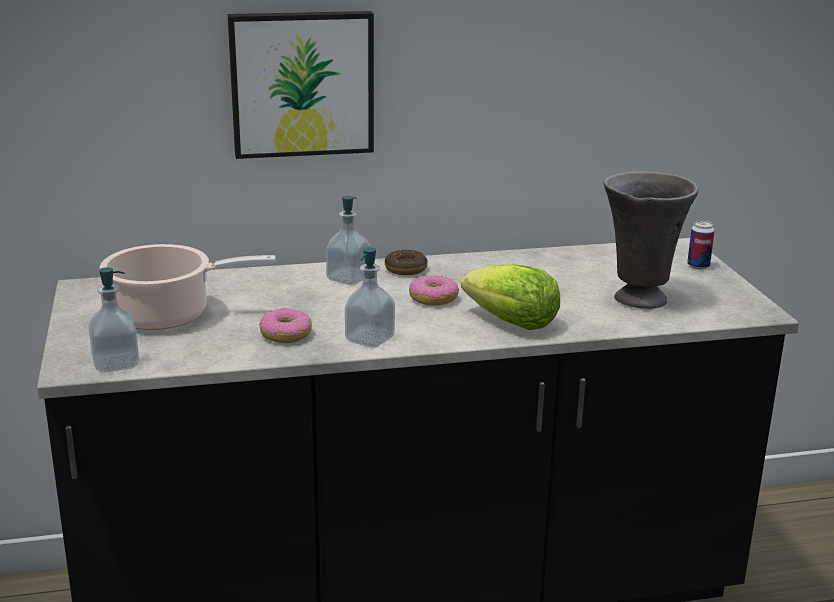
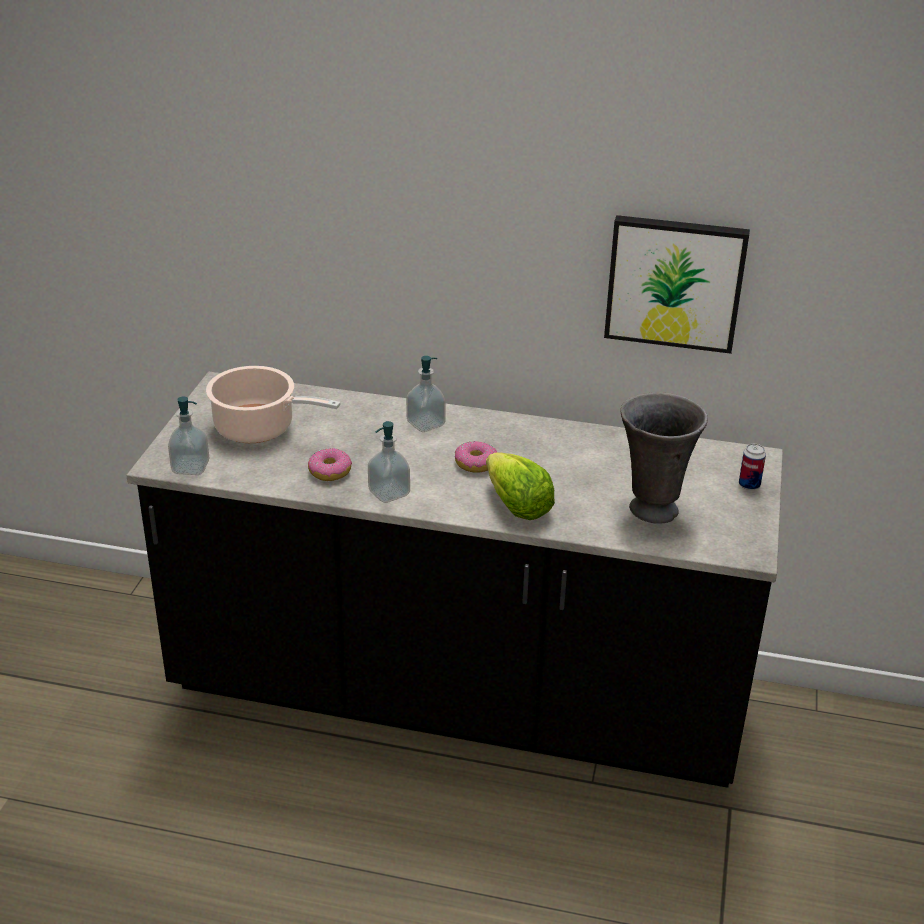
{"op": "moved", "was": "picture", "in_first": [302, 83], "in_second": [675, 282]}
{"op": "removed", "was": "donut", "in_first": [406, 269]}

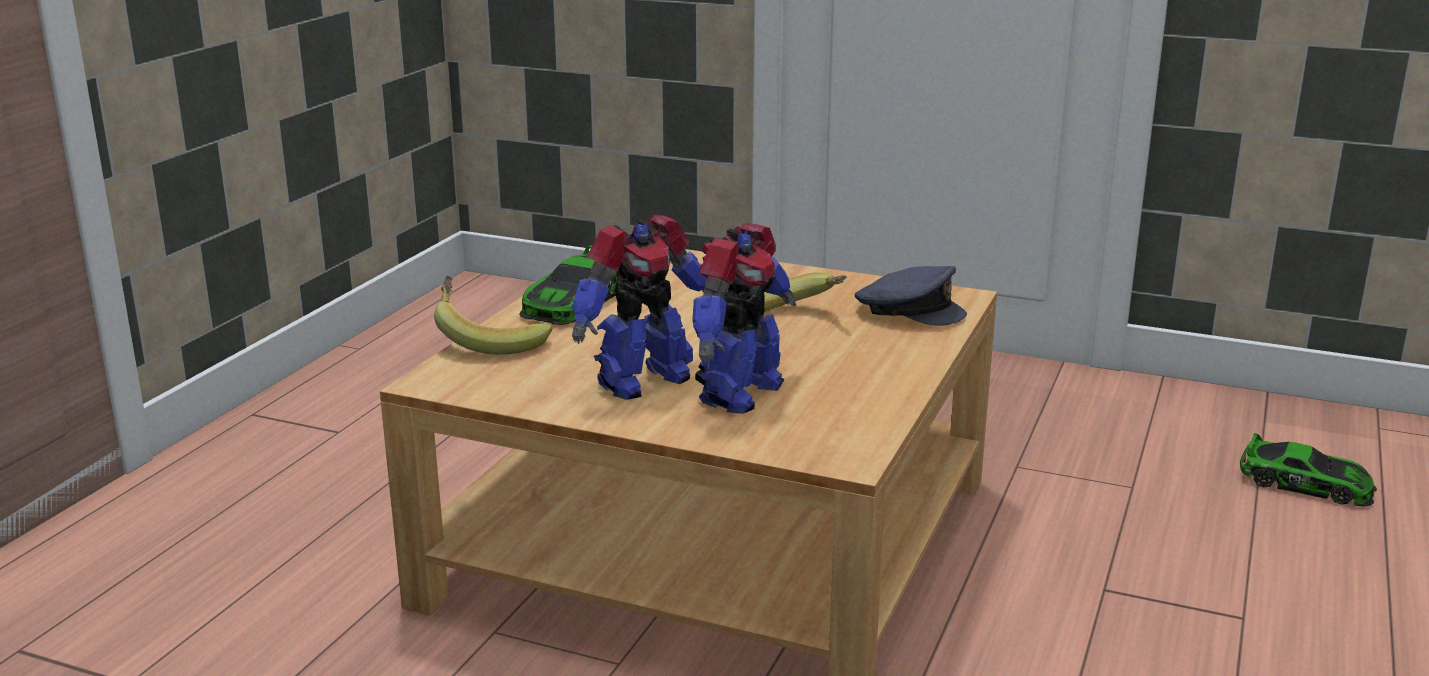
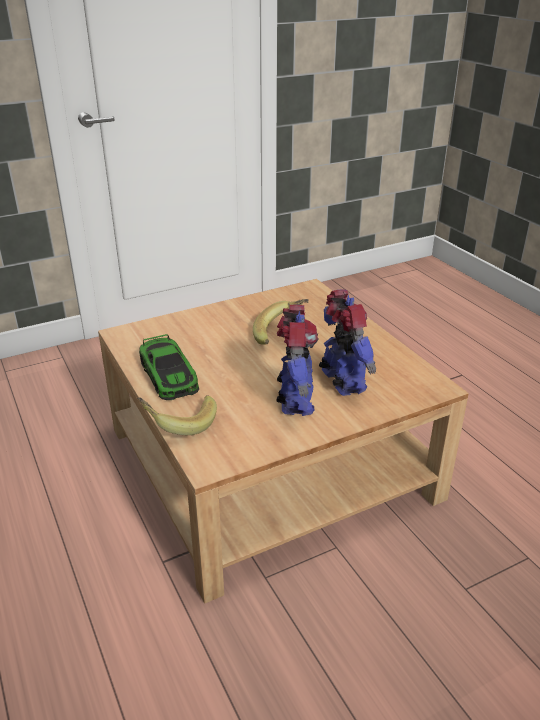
{"op": "removed", "was": "gray baseball cap", "in_first": [909, 310]}
{"op": "removed", "was": "miniature car", "in_first": [1306, 484]}

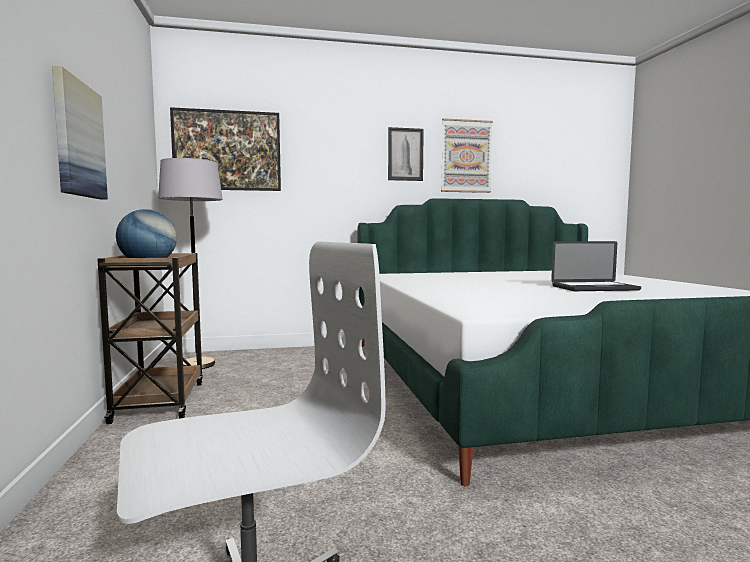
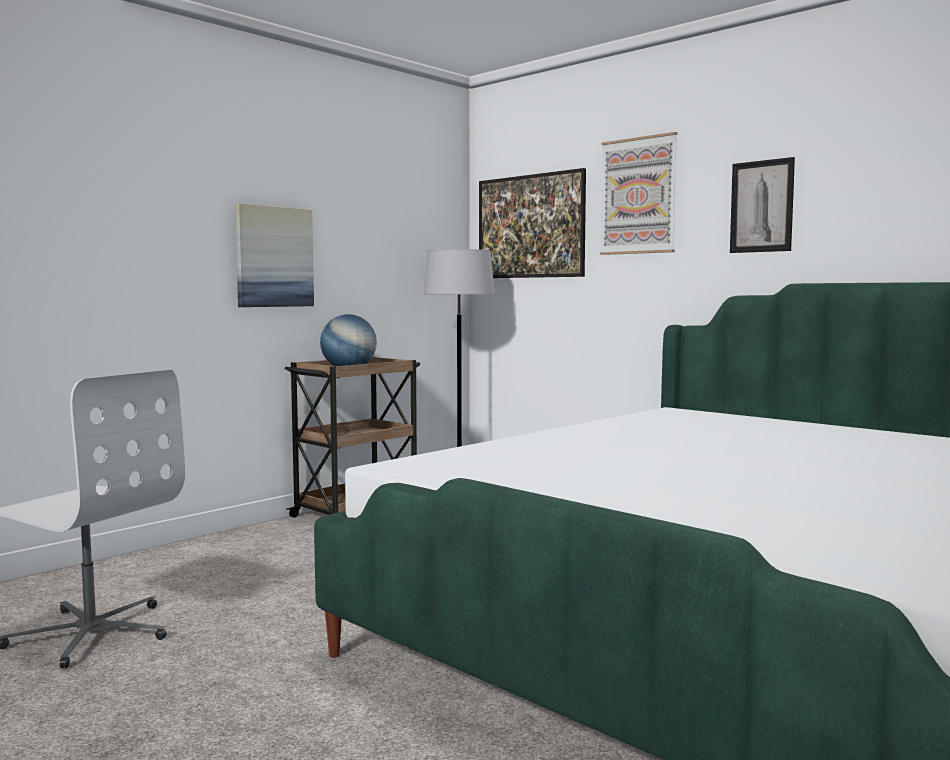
{"op": "moved", "was": "picture", "in_first": [466, 156], "in_second": [638, 196]}
{"op": "removed", "was": "laptop", "in_first": [594, 288]}

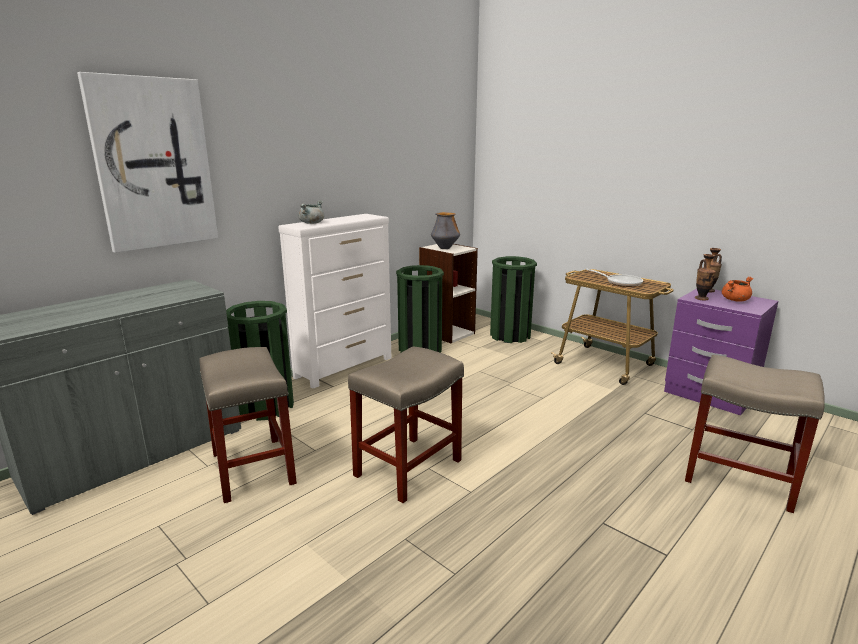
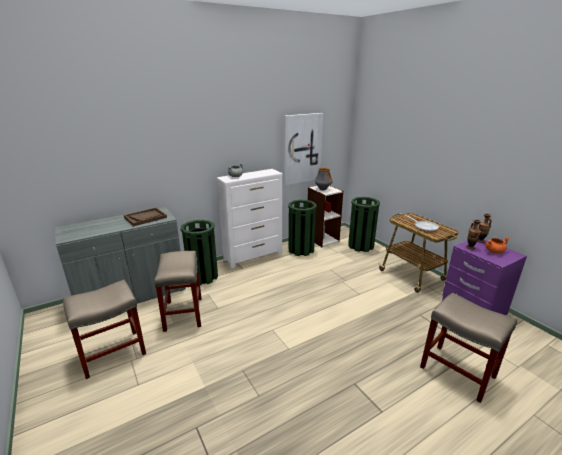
{"op": "moved", "was": "beige-coloured stool", "in_first": [409, 467], "in_second": [113, 352]}
{"op": "added", "now": "brown carrying tray", "in_second": [145, 217]}
{"op": "moved", "was": "picture", "in_first": [153, 164], "in_second": [302, 148]}

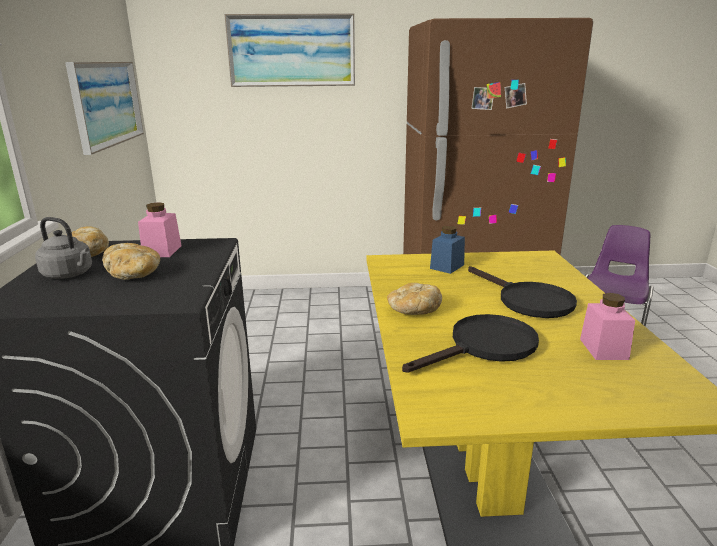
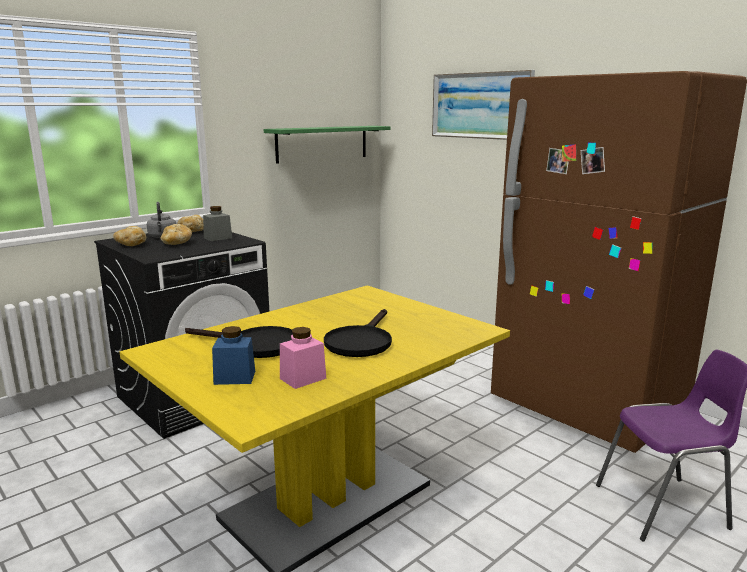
{"op": "moved", "was": "bakery bread", "in_first": [413, 311], "in_second": [131, 245]}
{"op": "recoloured", "was": "pinkish jar", "now": "gray jar", "in_first": [162, 251], "in_second": [218, 238]}
{"op": "moved", "was": "blue jar", "in_first": [447, 266], "in_second": [234, 377]}
{"op": "replaced", "was": "picture", "now": "green-coloured bracket shelf", "in_first": [107, 103], "in_second": [322, 143]}

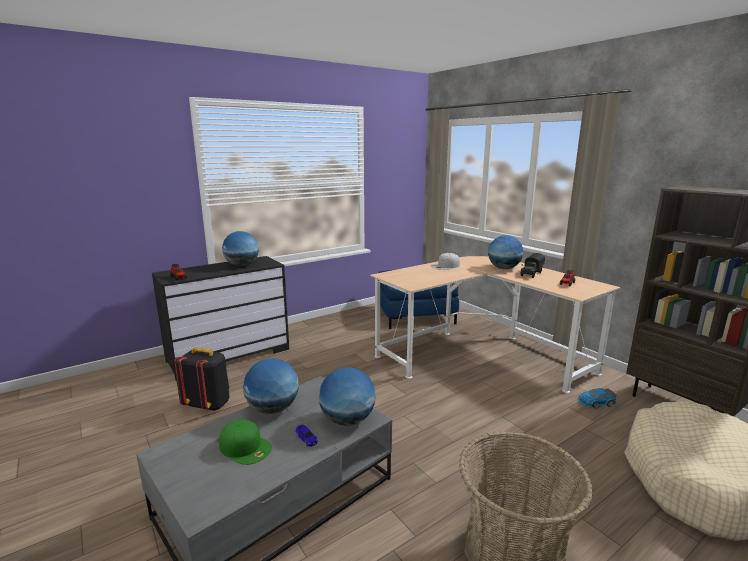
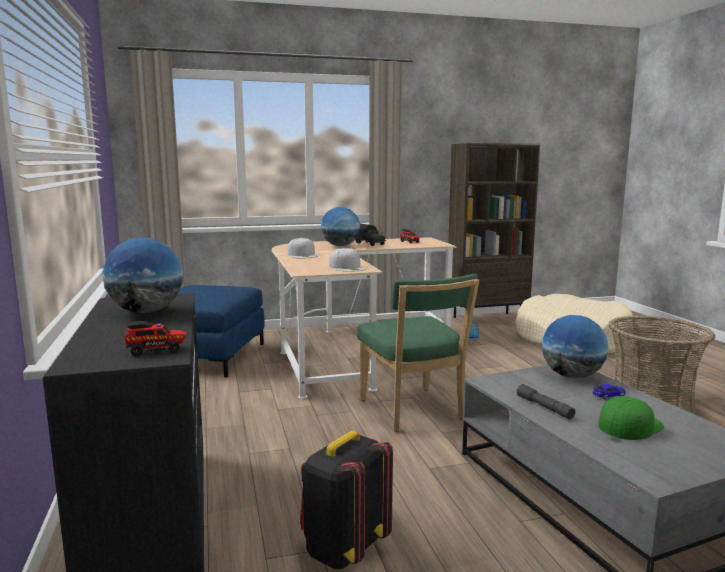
{"op": "added", "now": "white-coloured baseball cap", "in_second": [347, 267]}
{"op": "added", "now": "green-coloured upright chair", "in_second": [413, 411]}
{"op": "replaced", "was": "world globe", "now": "gray flashlight", "in_first": [273, 409], "in_second": [544, 407]}

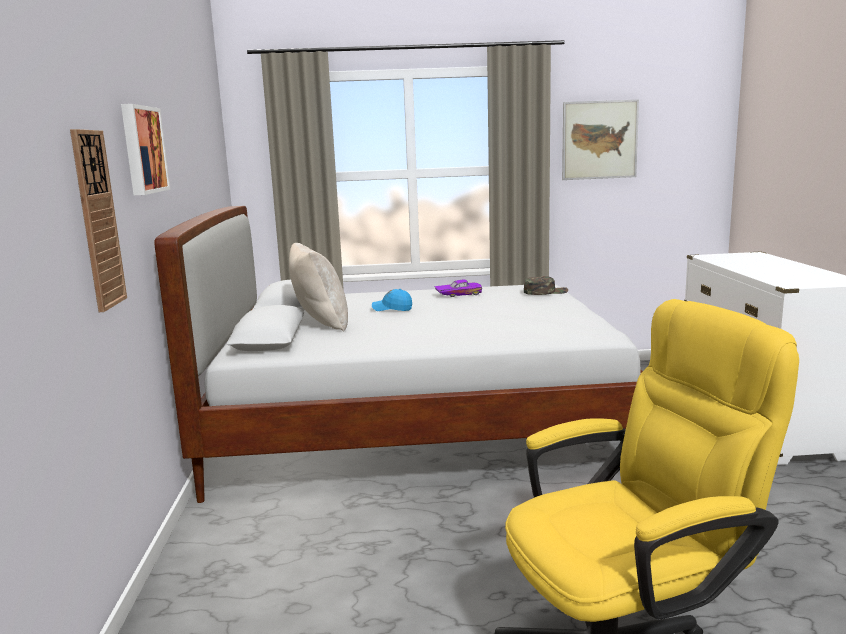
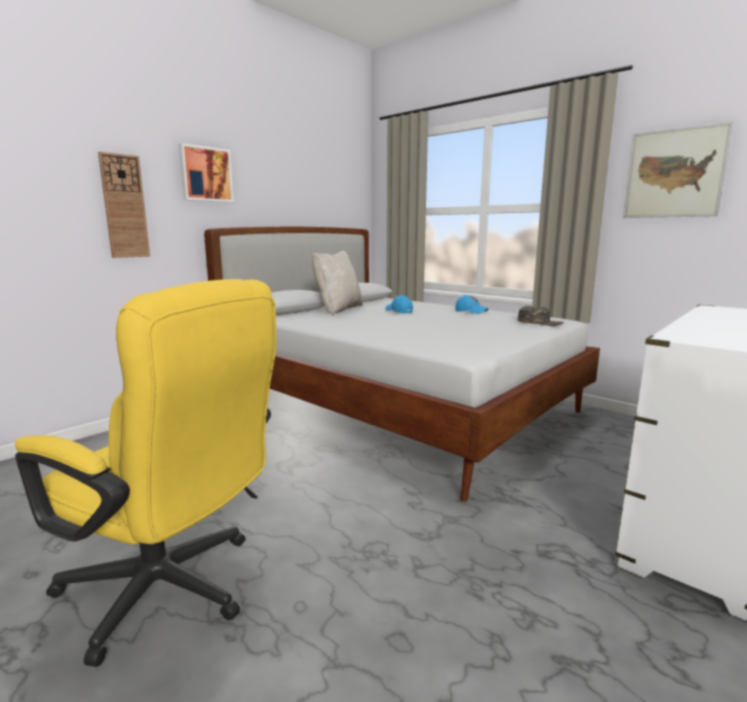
{"op": "replaced", "was": "purple miniature car", "now": "blue baseball cap", "in_first": [458, 294], "in_second": [471, 312]}

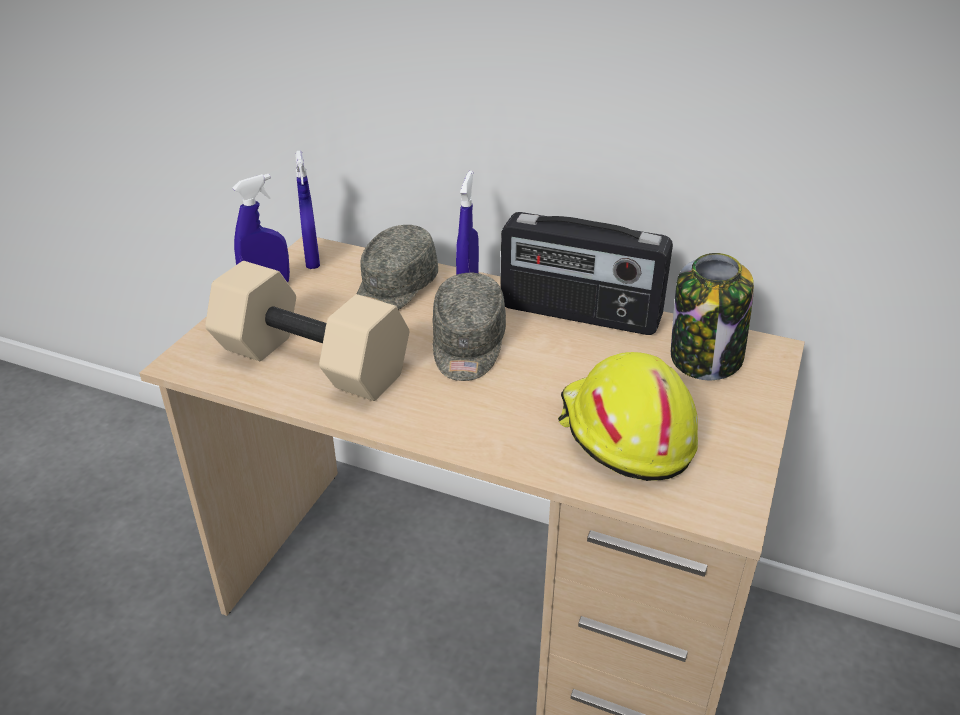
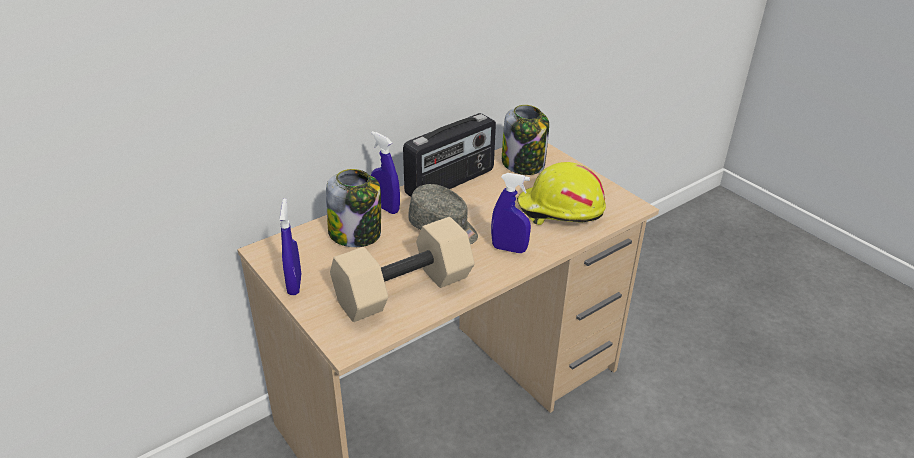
{"op": "replaced", "was": "gray baseball cap", "now": "jar", "in_first": [394, 289], "in_second": [356, 234]}
{"op": "moved", "was": "blue sprayer", "in_first": [312, 260], "in_second": [509, 249]}

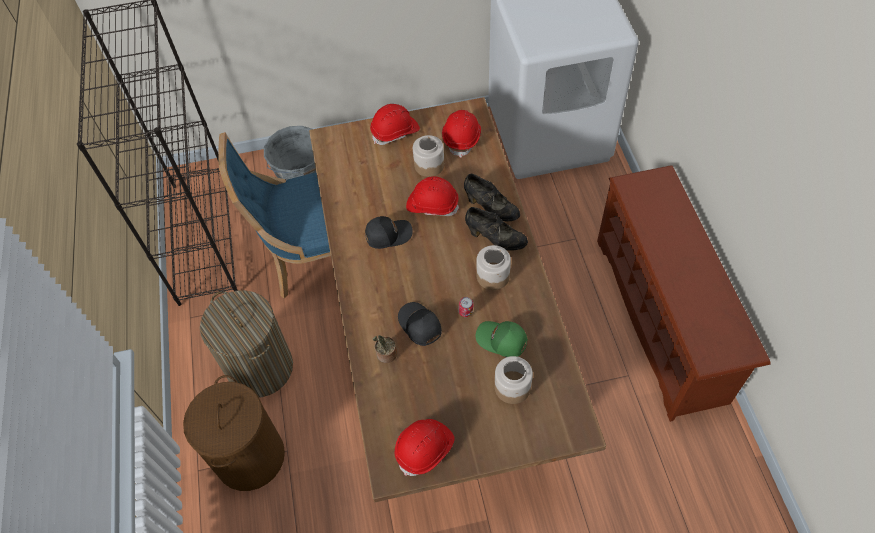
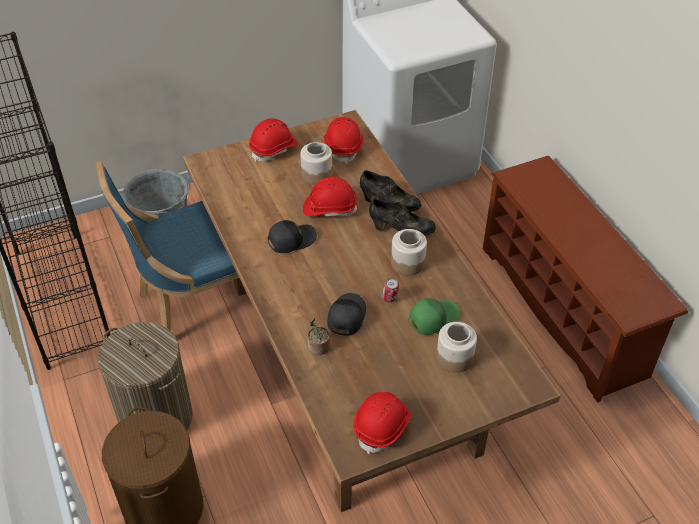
{"op": "turned", "was": "black baseball cap", "in_first": [419, 326], "in_second": [345, 317], "clockwise": 60}
{"op": "turned", "was": "green-coloured baseball cap", "in_first": [501, 341], "in_second": [432, 318], "clockwise": 135}

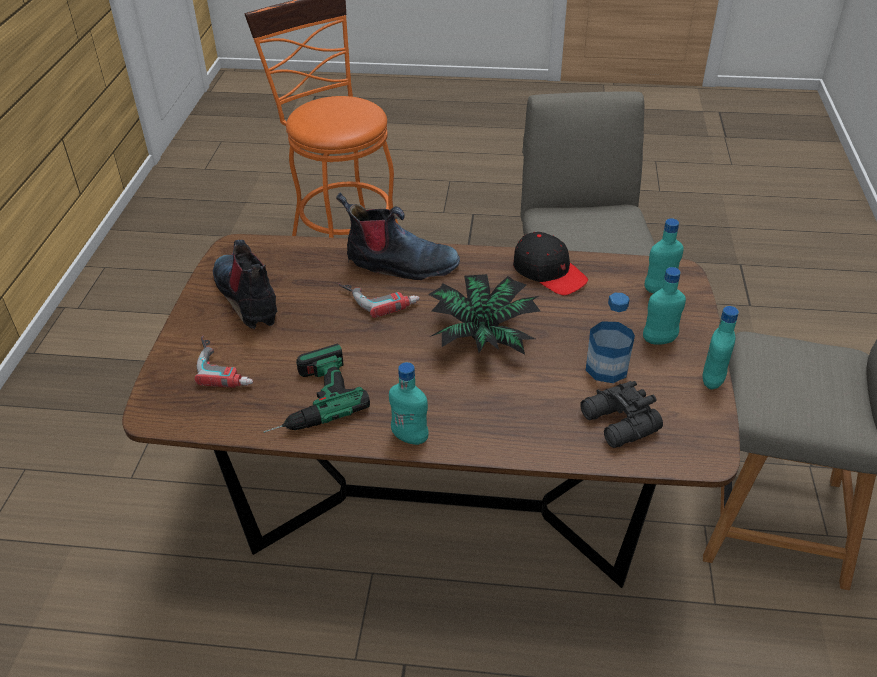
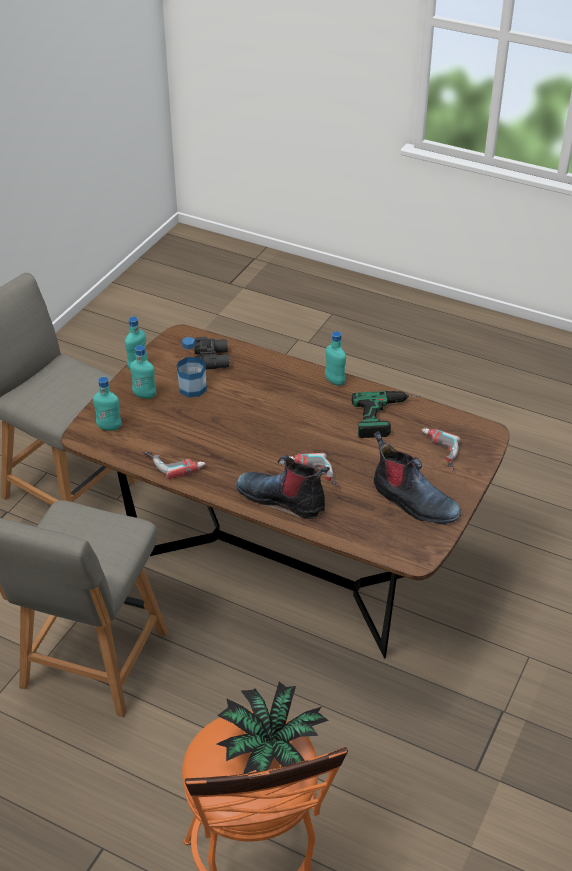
{"op": "replaced", "was": "black baseball cap", "now": "electric drill", "in_first": [549, 272], "in_second": [174, 462]}
{"op": "moved", "was": "houseplant", "in_first": [482, 335], "in_second": [270, 746]}
{"op": "turned", "was": "tall boot", "in_first": [248, 298], "in_second": [413, 502], "clockwise": -45}

